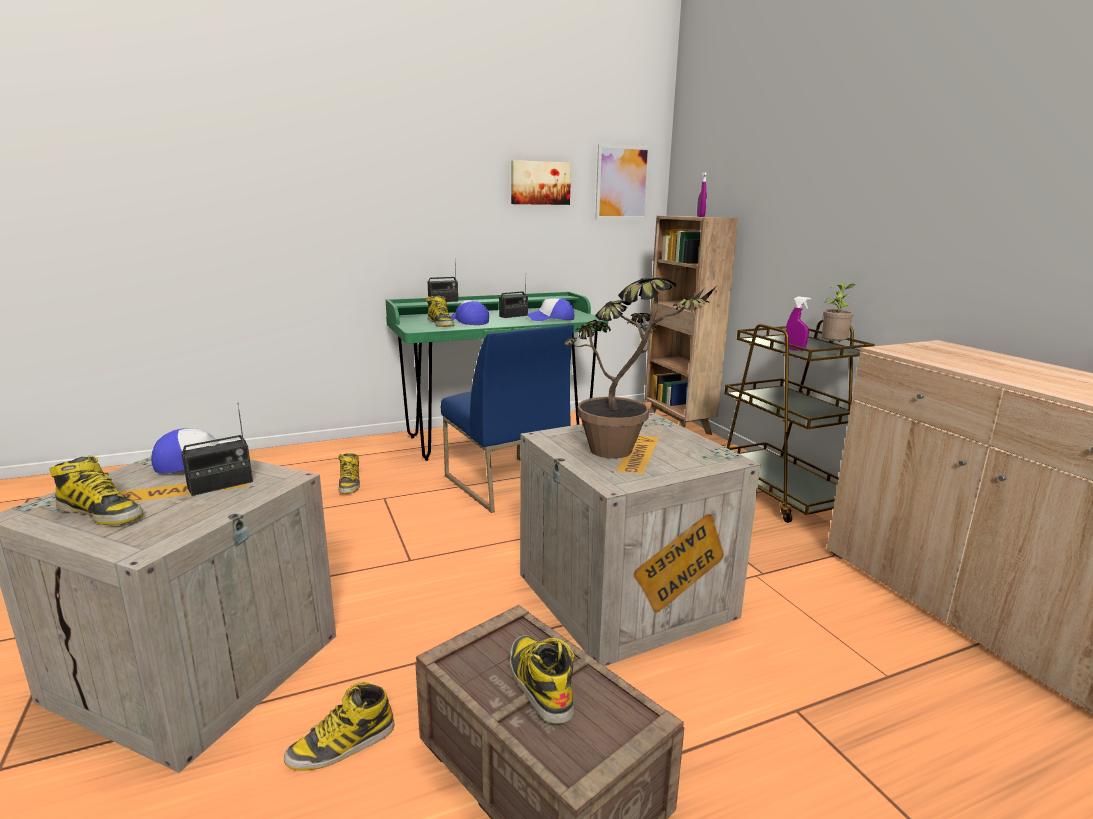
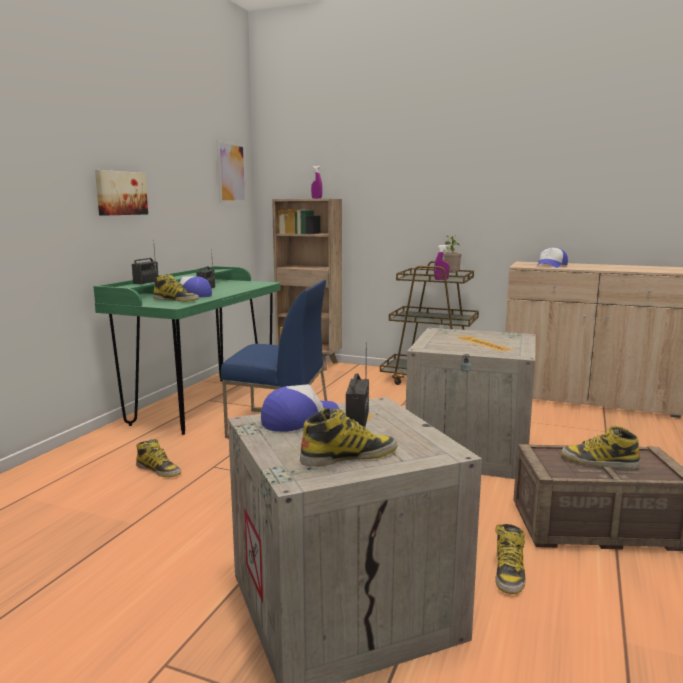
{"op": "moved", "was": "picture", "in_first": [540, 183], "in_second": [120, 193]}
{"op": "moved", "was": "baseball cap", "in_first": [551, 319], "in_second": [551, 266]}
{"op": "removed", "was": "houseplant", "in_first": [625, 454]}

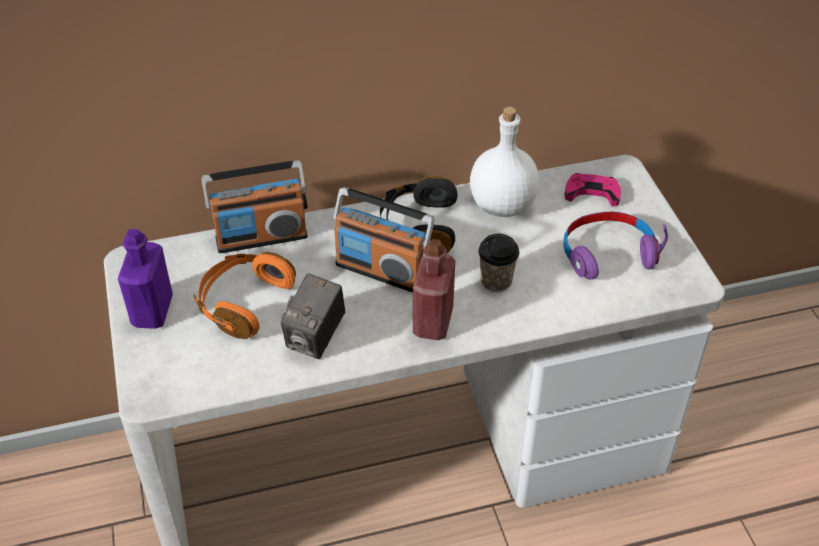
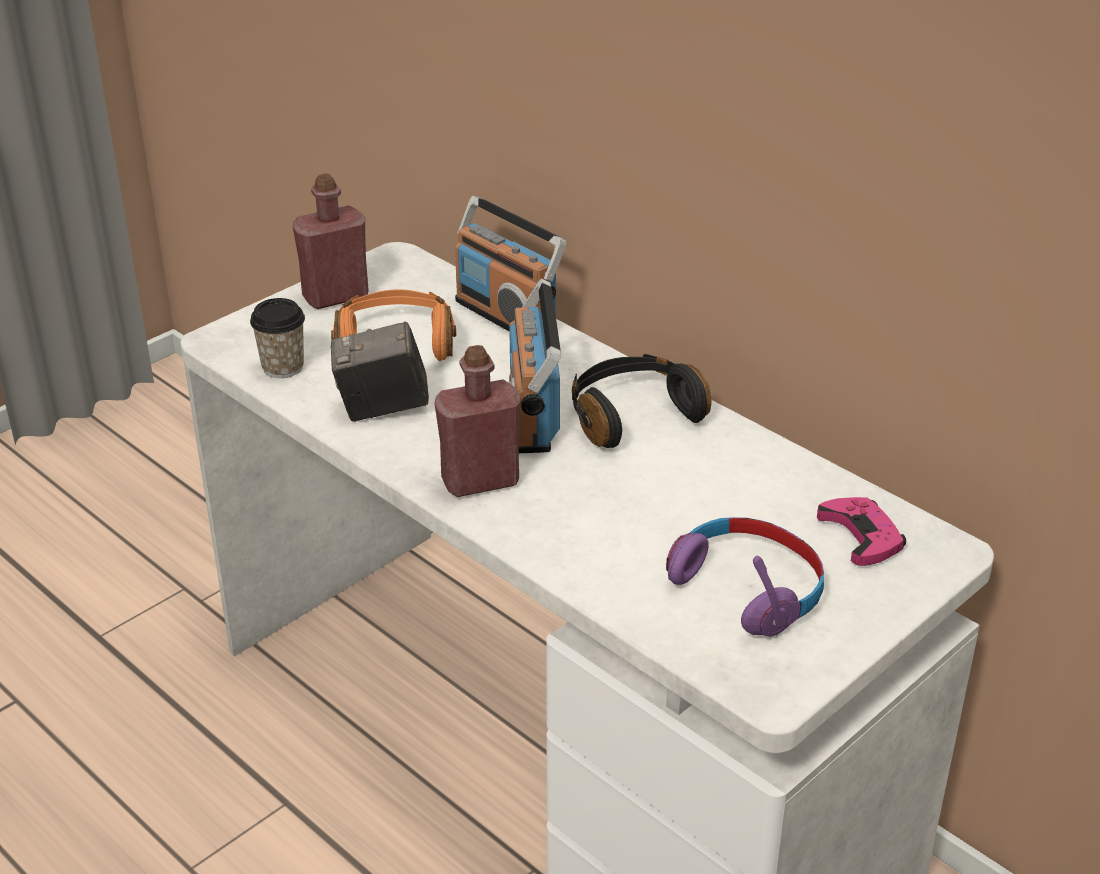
{"op": "moved", "was": "drinking cup", "in_first": [496, 281], "in_second": [283, 367]}
{"op": "recoloured", "was": "purple bottle", "now": "red bottle", "in_first": [152, 311], "in_second": [335, 296]}
{"op": "removed", "was": "white-coloured bottle", "in_first": [501, 205]}

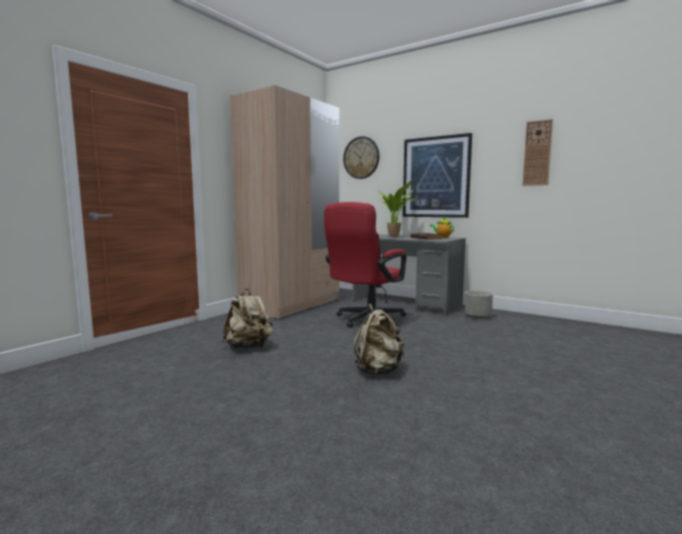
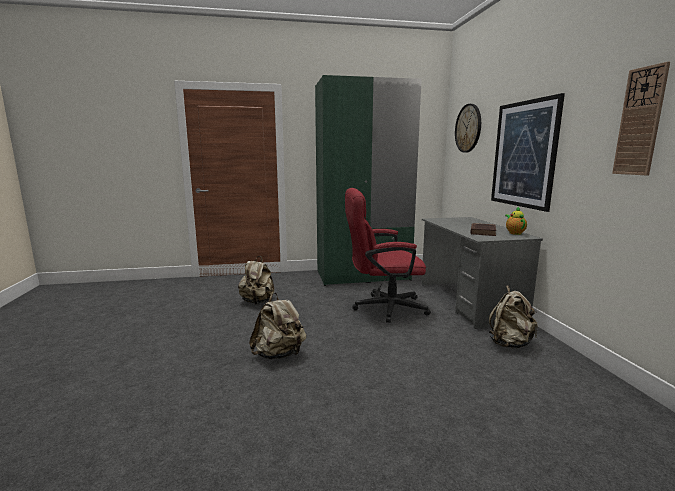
{"op": "recoloured", "was": "beige-coloured armoire", "now": "green-coloured armoire", "in_first": [291, 305], "in_second": [363, 275]}
{"op": "replaced", "was": "gray plant pot", "now": "beige-coloured backpack", "in_first": [477, 316], "in_second": [510, 343]}
{"op": "removed", "was": "houseplant", "in_first": [395, 236]}

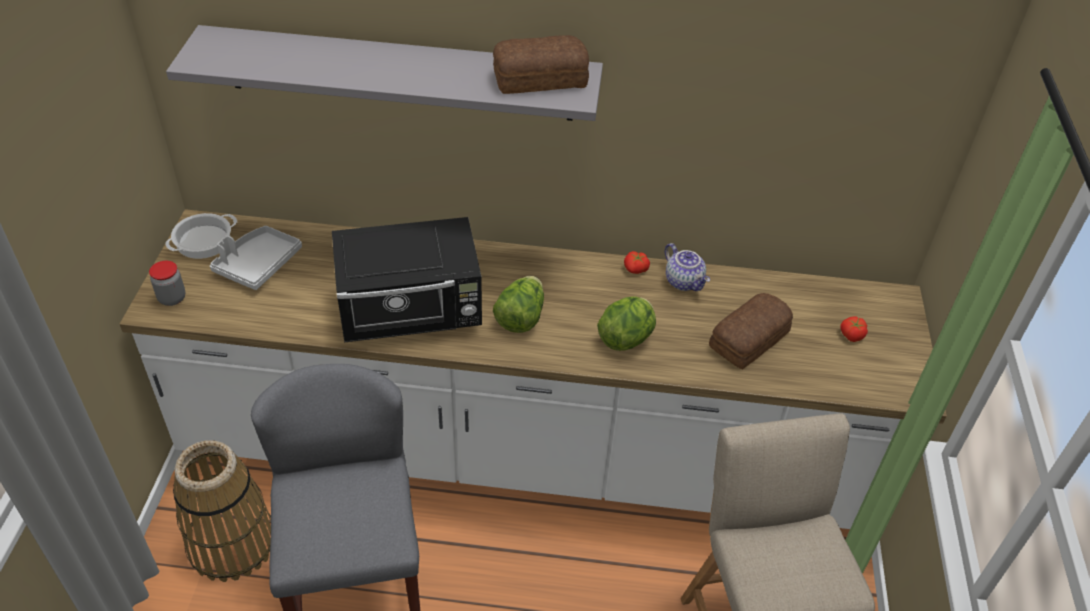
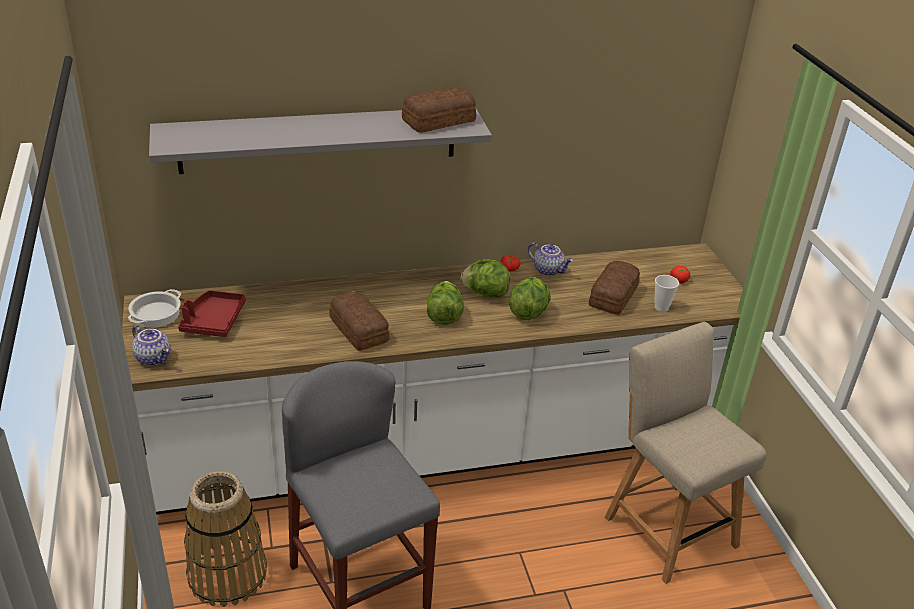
{"op": "replaced", "was": "jar", "now": "pot for tea", "in_first": [172, 298], "in_second": [154, 358]}
{"op": "recoloured", "was": "gray carrying tray", "now": "red carrying tray", "in_first": [258, 264], "in_second": [213, 321]}
{"op": "replaced", "was": "black kitchen microwave", "now": "bakery bread", "in_first": [412, 313], "in_second": [359, 329]}
{"op": "added", "now": "lettuce", "in_second": [485, 293]}
{"op": "added", "now": "drinking cup", "in_second": [661, 307]}

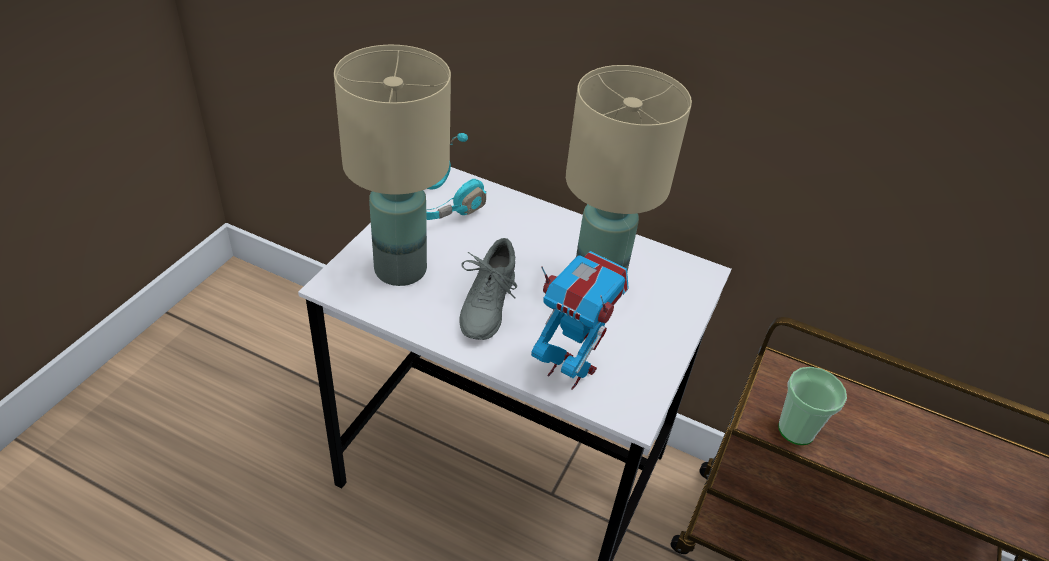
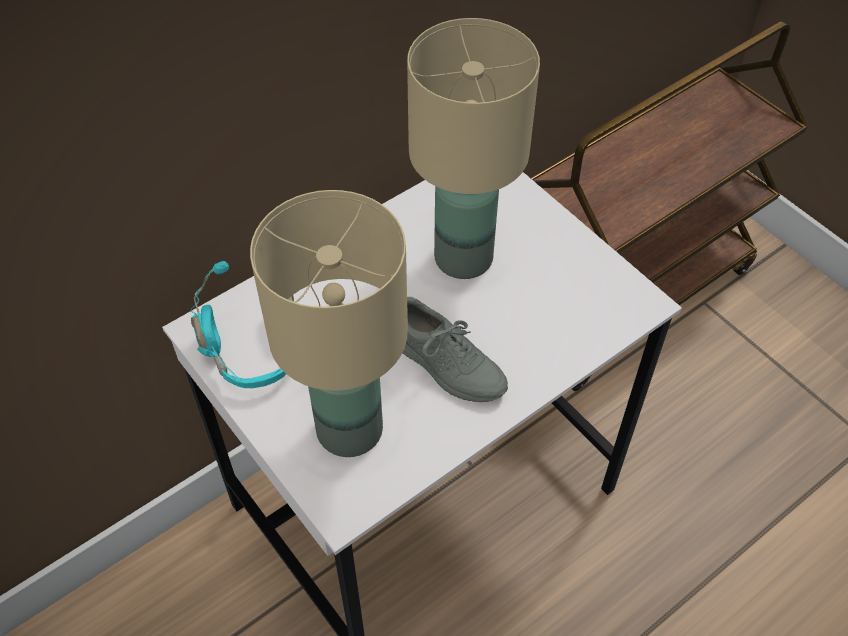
{"op": "removed", "was": "model robot", "in_first": [570, 370]}
{"op": "removed", "was": "drinking cup", "in_first": [796, 430]}

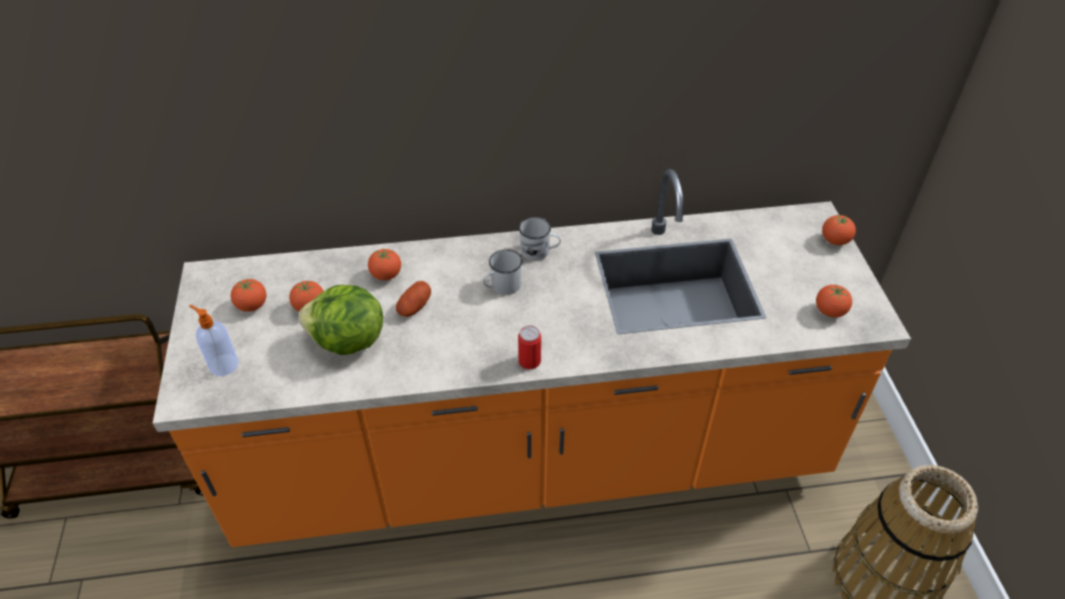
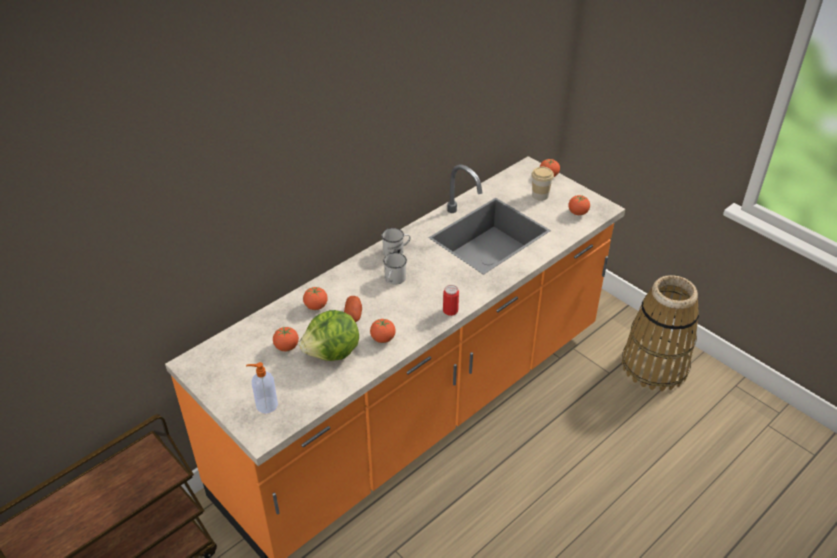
{"op": "moved", "was": "tomato", "in_first": [252, 306], "in_second": [383, 339]}
{"op": "added", "now": "drinking cup", "in_second": [540, 195]}

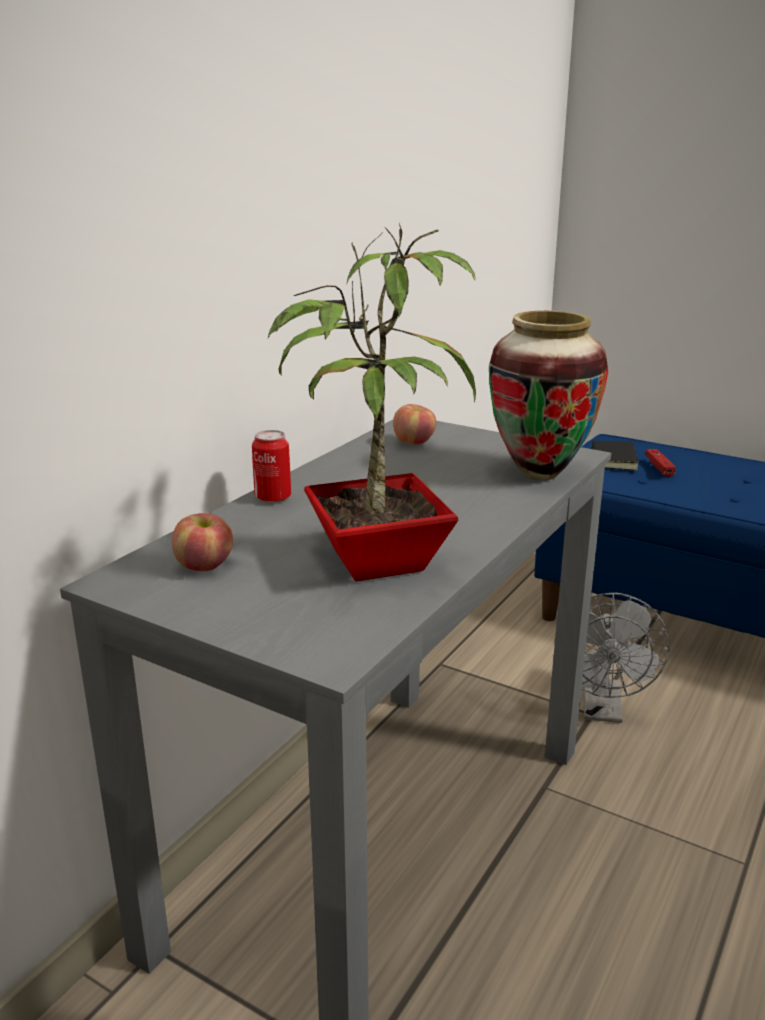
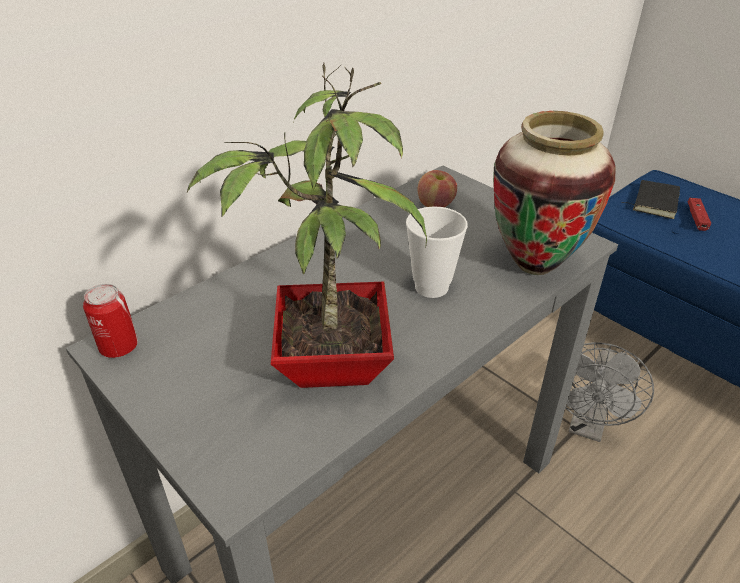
{"op": "moved", "was": "sealed can", "in_first": [273, 497], "in_second": [119, 347]}
{"op": "added", "now": "drinking cup", "in_second": [431, 287]}
{"op": "removed", "was": "apple fruit", "in_first": [204, 566]}

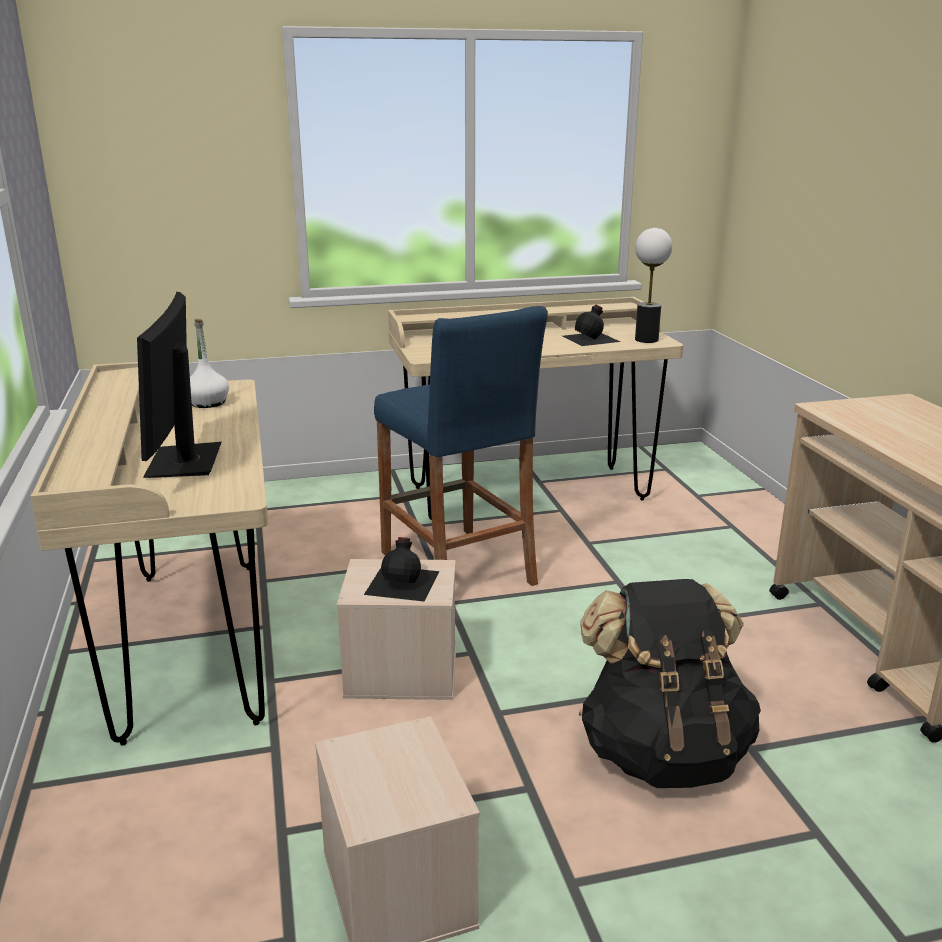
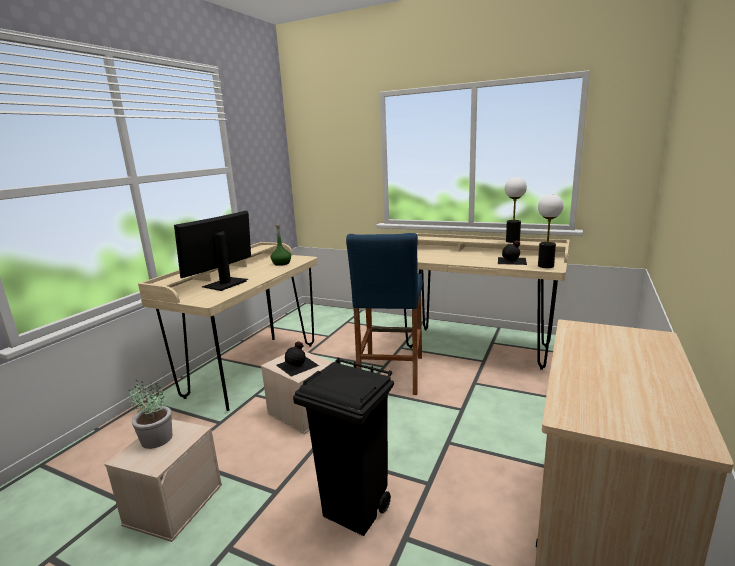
{"op": "added", "now": "houseplant", "in_second": [156, 439]}
{"op": "recoloured", "was": "white-coloured bottle", "now": "green-coloured bottle", "in_first": [208, 403], "in_second": [281, 263]}
{"op": "replaced", "was": "black backpack", "now": "black waste bin", "in_first": [663, 752], "in_second": [356, 511]}
{"op": "added", "now": "lamp for a table", "in_second": [512, 241]}

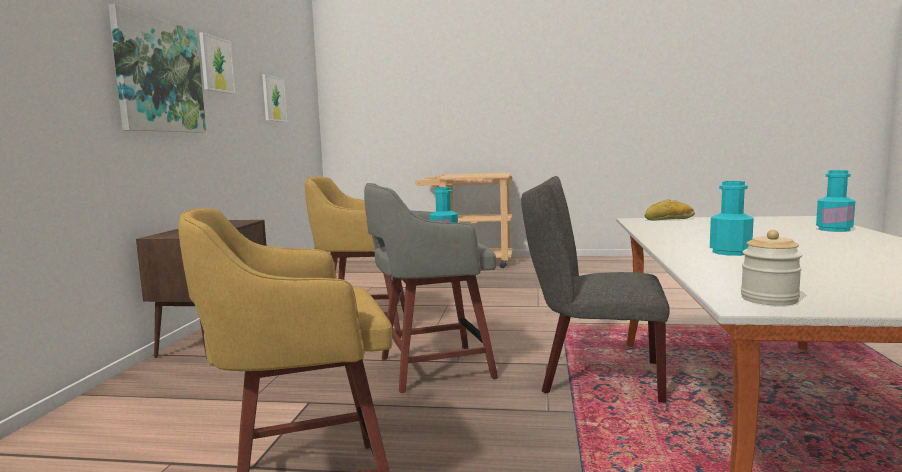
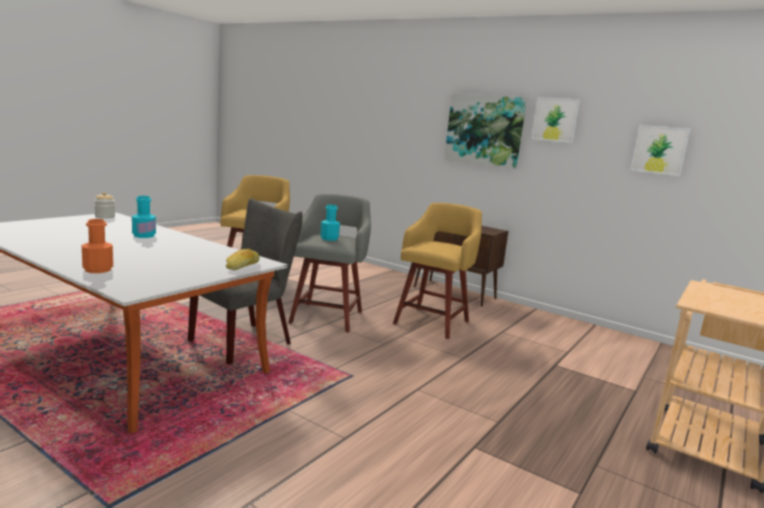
{"op": "recoloured", "was": "blue-green bottle", "now": "orangey bottle", "in_first": [834, 229], "in_second": [98, 269]}

